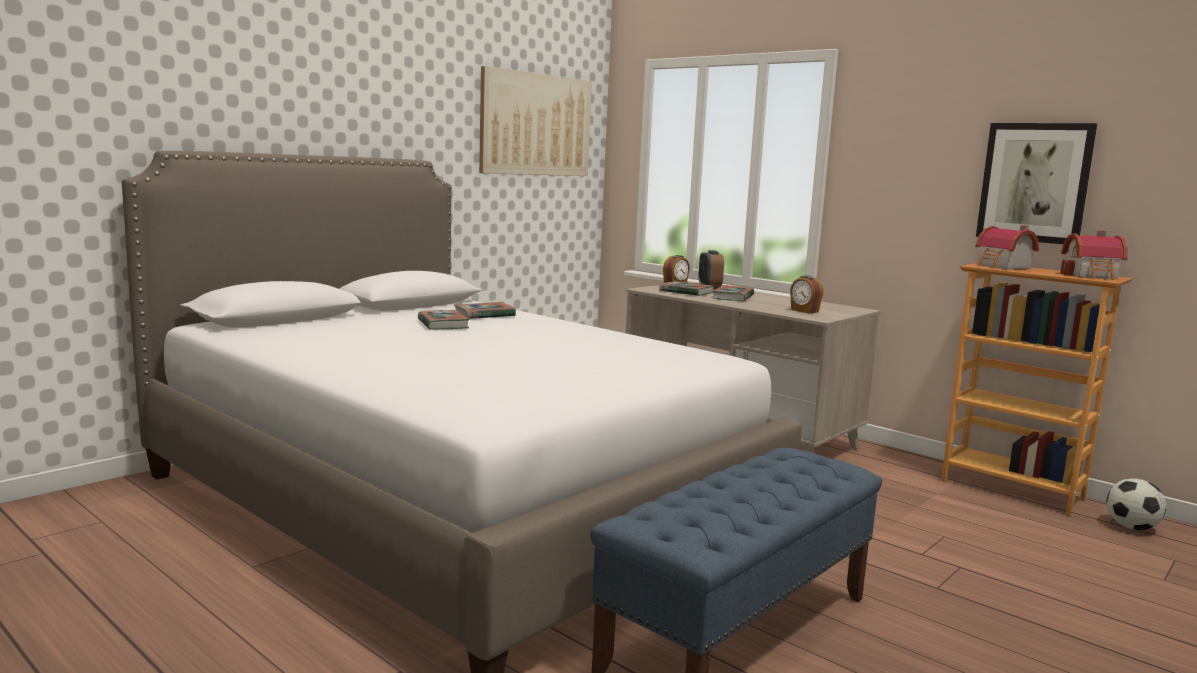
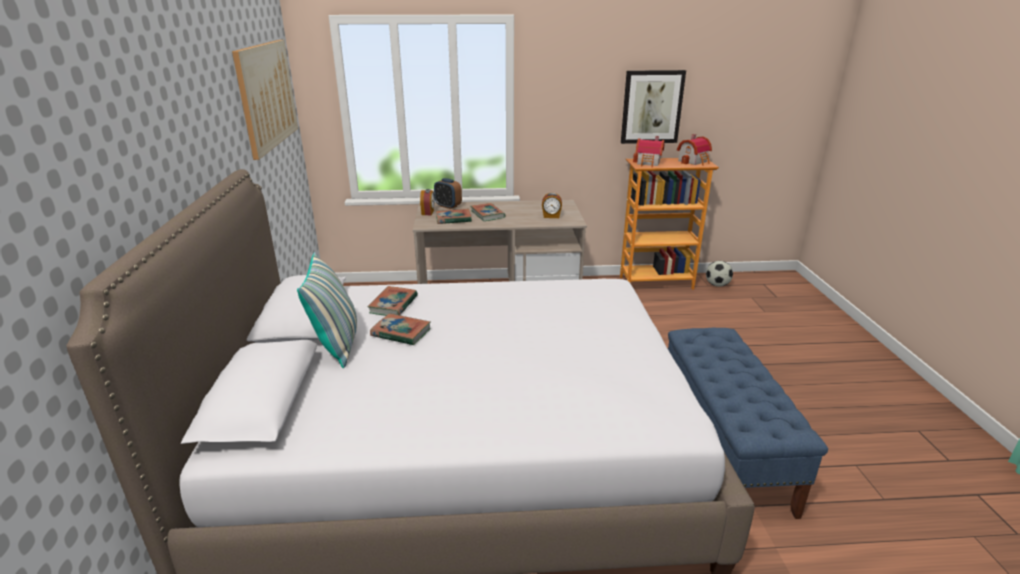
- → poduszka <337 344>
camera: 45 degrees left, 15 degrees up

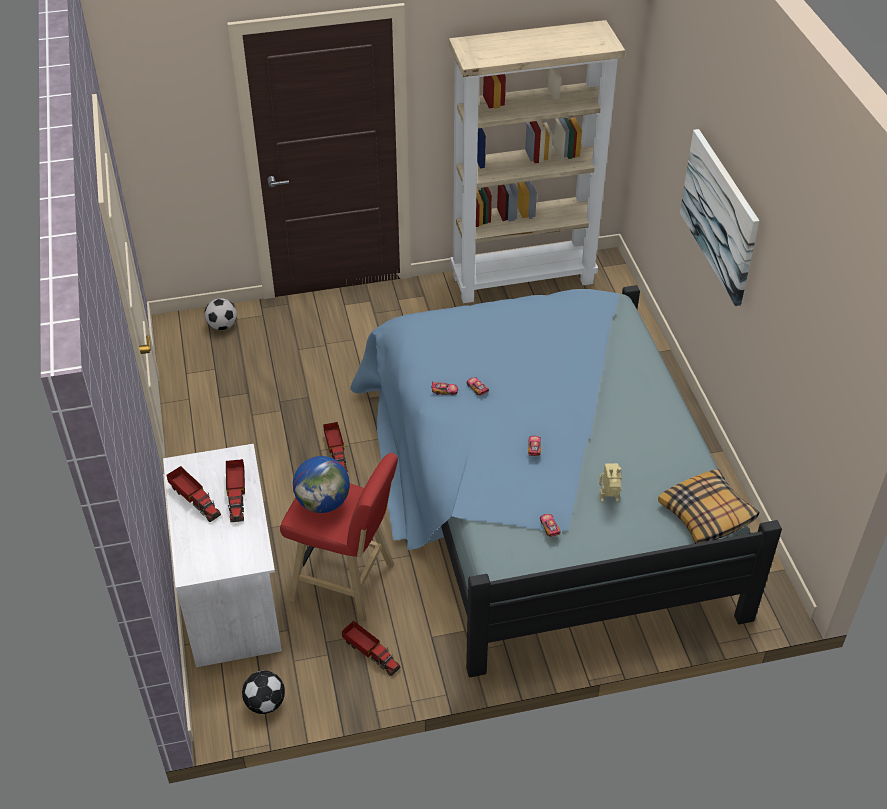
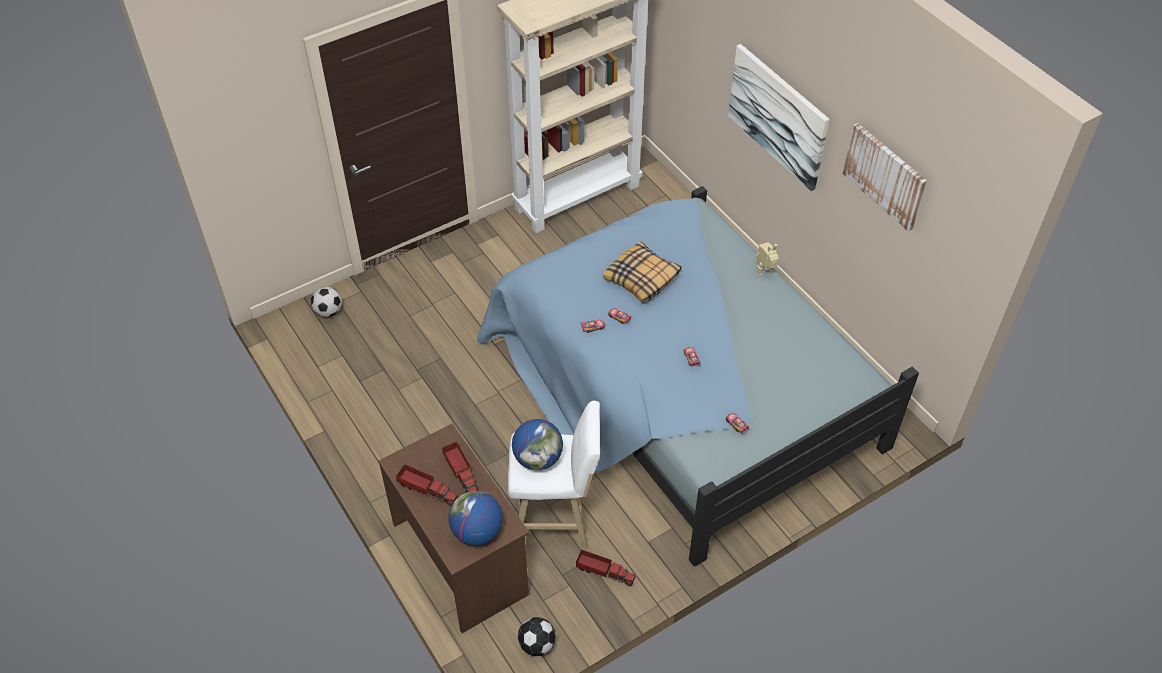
biurko (biały) <232 593> → biurko (brązowy) <461 557>
stołek (czerwony) <347 584> → stołek (biały) <556 518>
ciężarówka zabawkowa <336 452> → -
robot zabawkowy <609 500> → robot zabawkowy <765 272>, moved
poduszka <706 514> → poduszka <642 279>, moved
- → globus <477 532>
- → obraz <885 176>
camera: 20 degrees left, 5 degrees up

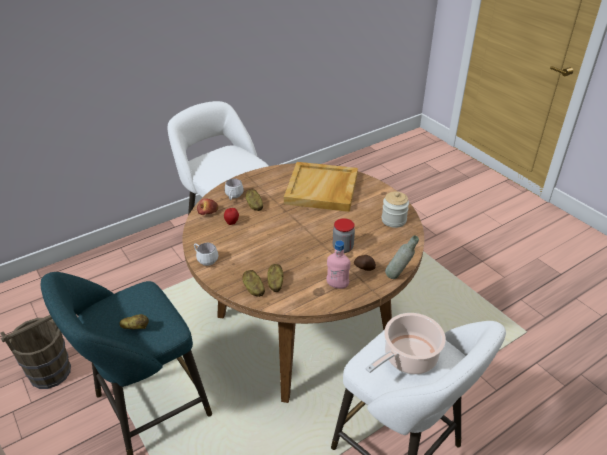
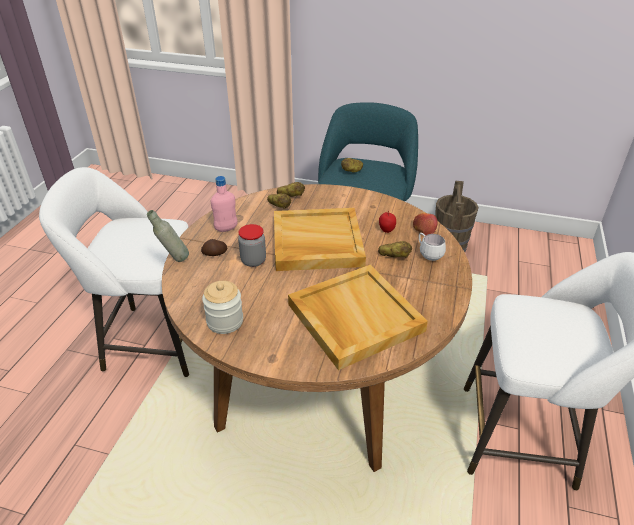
kubek (biały) <205 260> → -
garnek <408 358> → -
- → taca (beżowy) <316 243>
camera: 140 degrees right, 0 degrees up

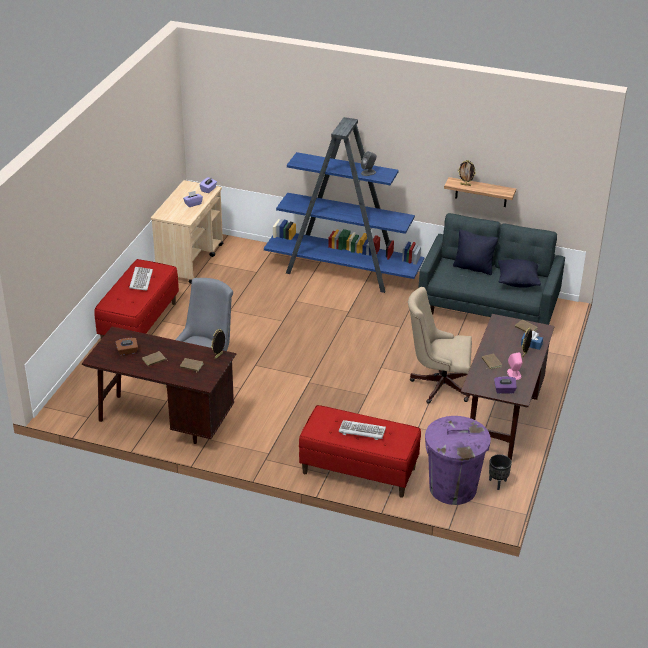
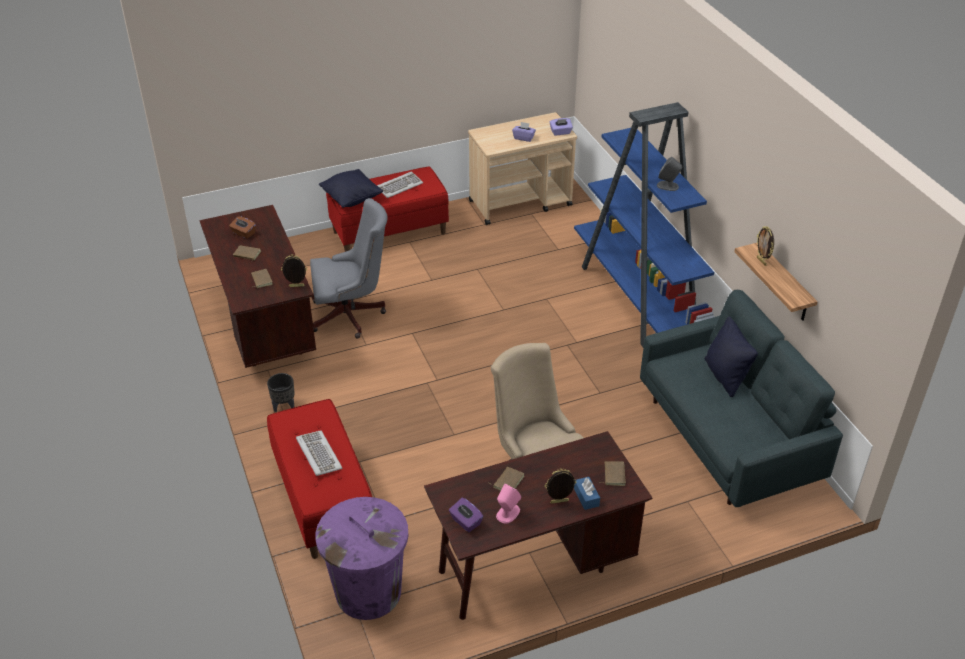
donica (czarny) <497 483> → donica (czarny) <283 406>, moved
poduszka (czarny) <518 282> → poduszka (czarny) <351 199>, moved
camera: 50 degrees right, 5 degrees up

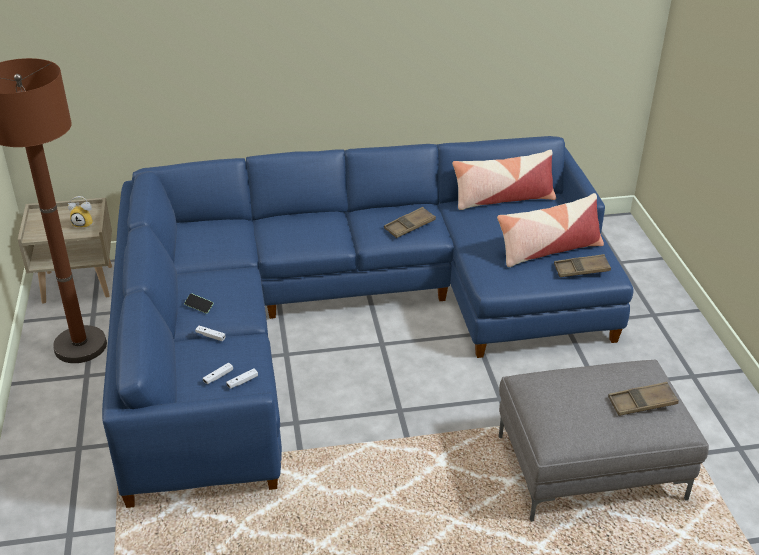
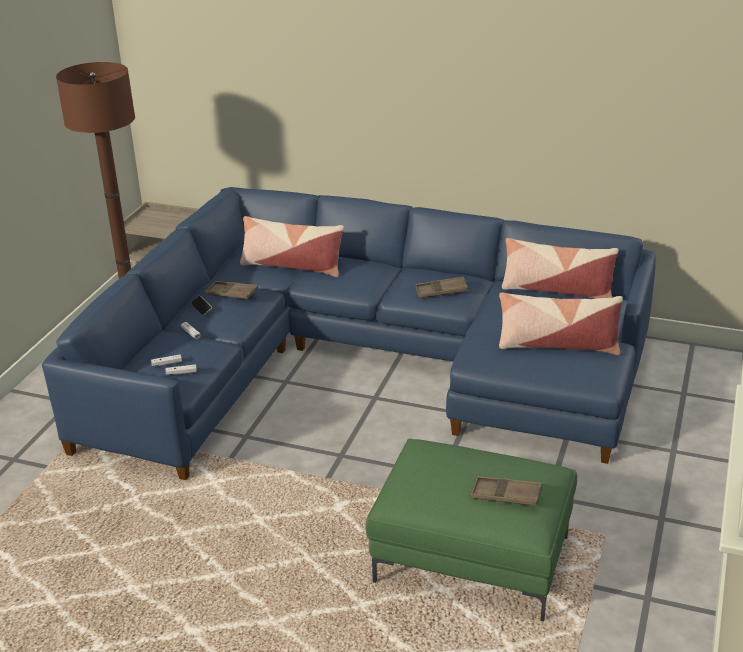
budzik <84 224> → -
pufa (szary) <590 466> → pufa (zielony) <474 559>
taca (brązowy) <581 269> → taca (brązowy) <231 293>, moved
- → poduszka <291 265>
camera: 30 degrees right, 5 degrees down

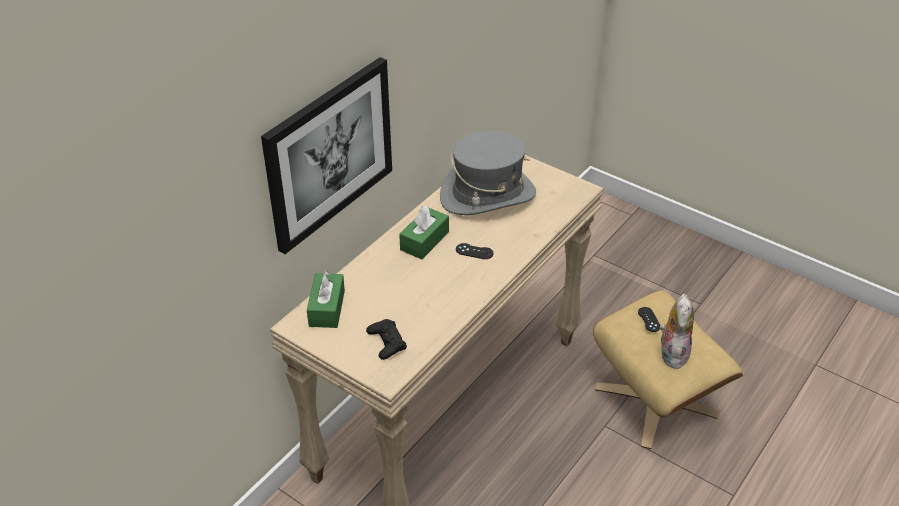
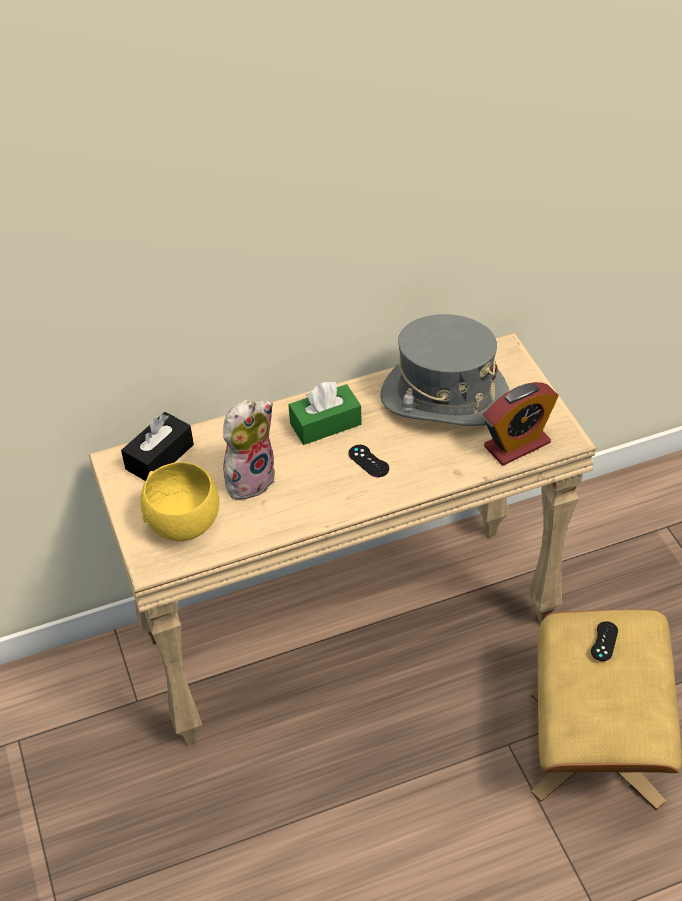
obraz <329 153> → -
pudełko chusteczek (zielony) <327 308> → pudełko chusteczek (czarny) <159 457>
pad do gier (czarny) <386 342> → miska (żółty) <184 524>
pluszak <672 353> → pluszak <250 478>, moved
- → budzik <517 445>
camera: 35 degrees right, 5 degrees up

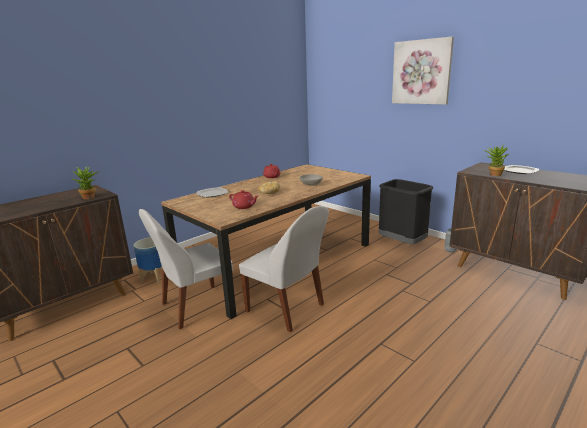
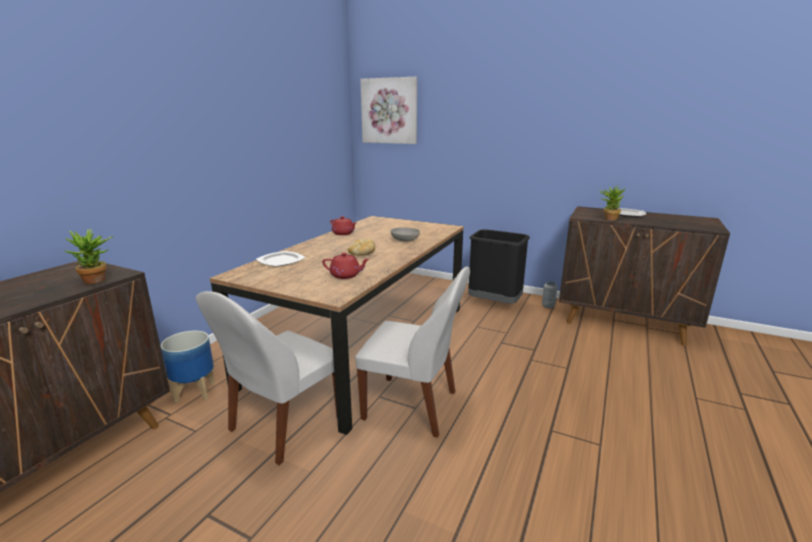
obraz <421 72> → obraz <389 111>, moved
camera: 20 degrees left, 0 degrees up

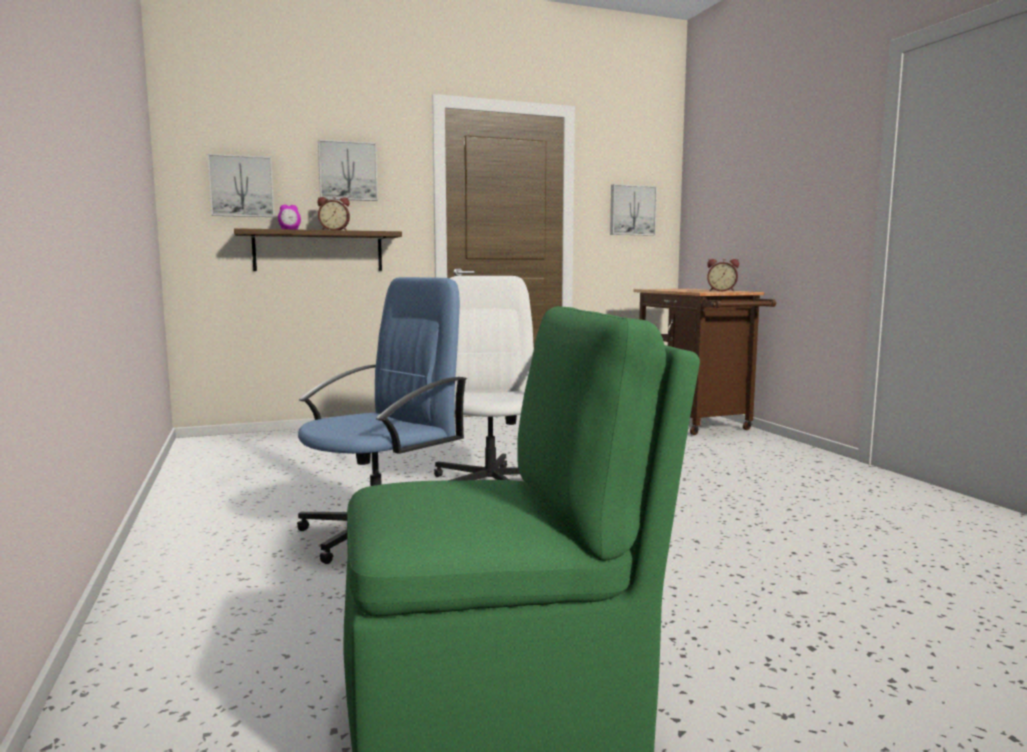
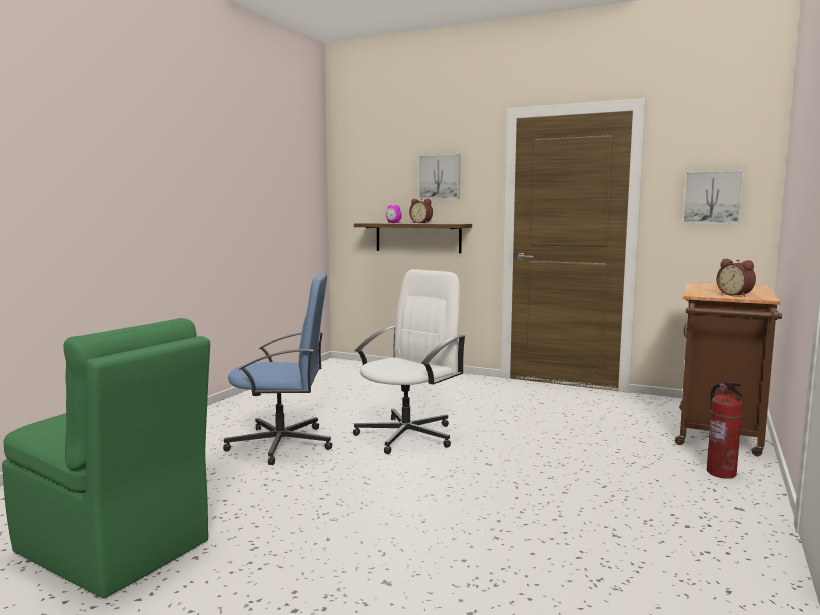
obraz <241 186> → -
- → gaśnica <721 473>
camera: 45 degrees right, 0 degrees up

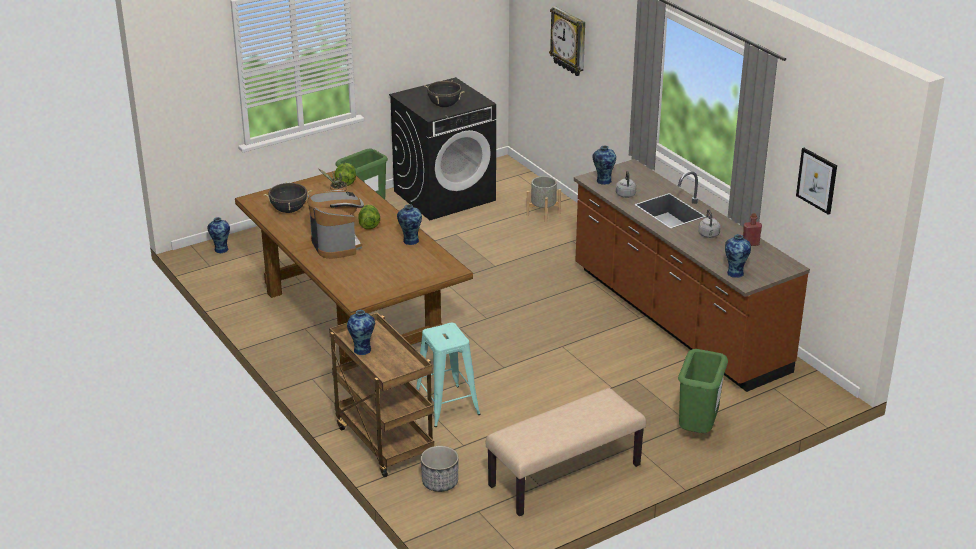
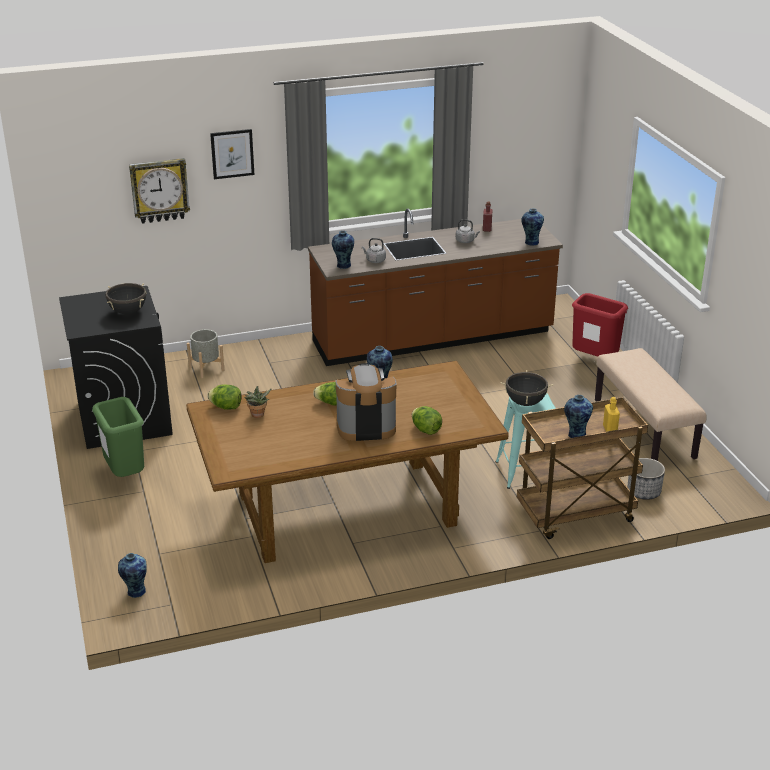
garnek (czarny) <289 210> → garnek (czarny) <525 403>, moved
kosz na śmieci (zielony) <698 430> → kosz na śmieci (czerwony) <594 360>
obraz <817 180> → obraz <232 153>, moved
- → sałata <426 430>
- → butelka (żółty) <610 429>
camera: 75 degrees left, 0 degrees up

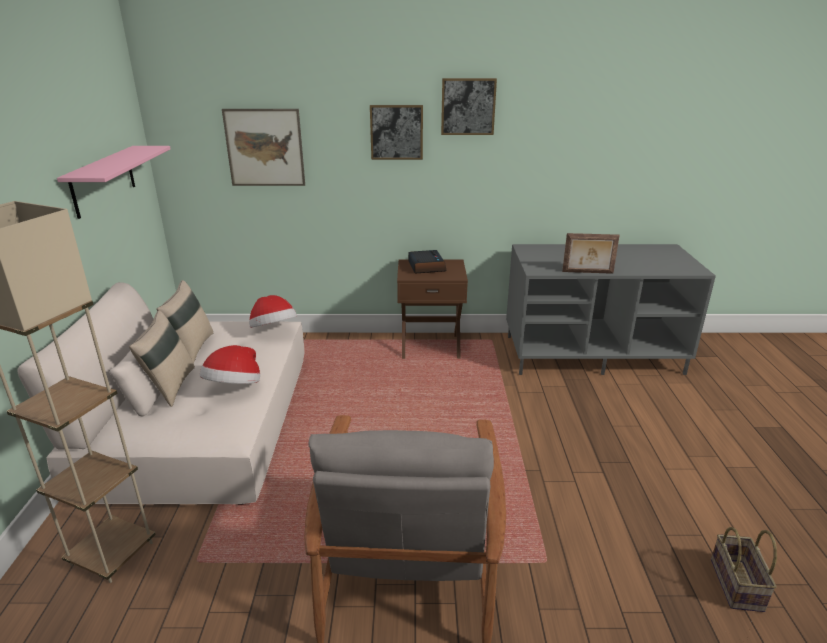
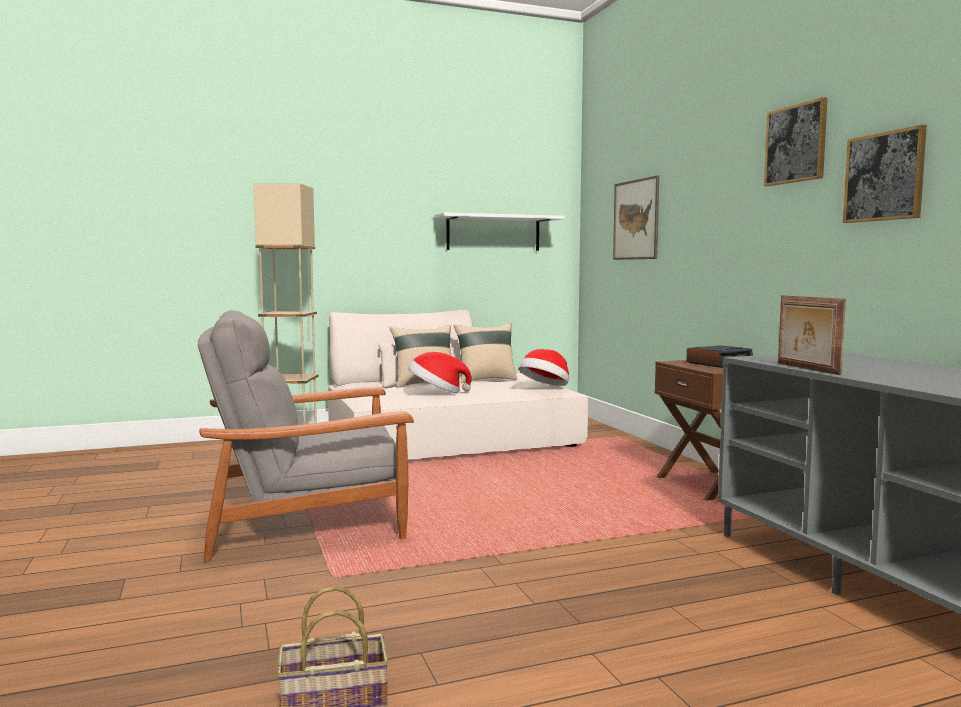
półka (różowy) <103 180> → półka (biały) <493 233>
obraz <396 132> → obraz <884 177>, moved
camera: 70 degrees right, 20 degrees down

